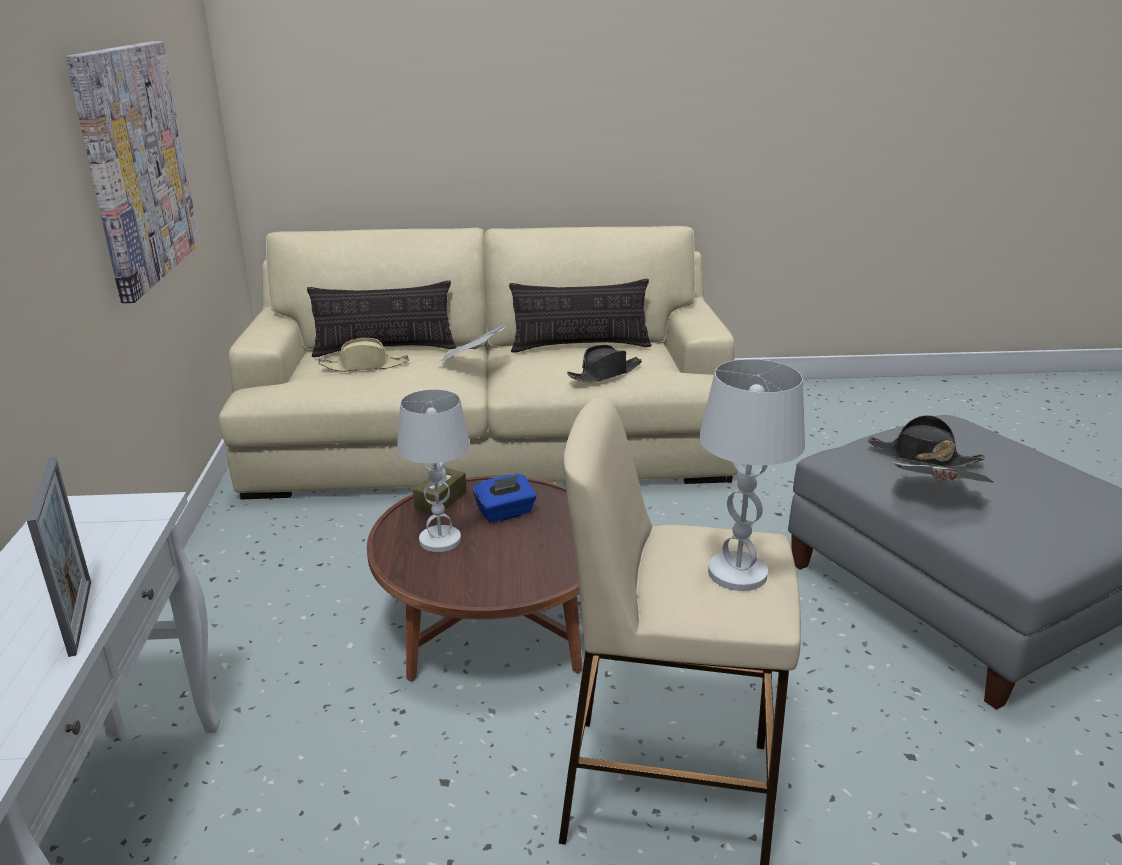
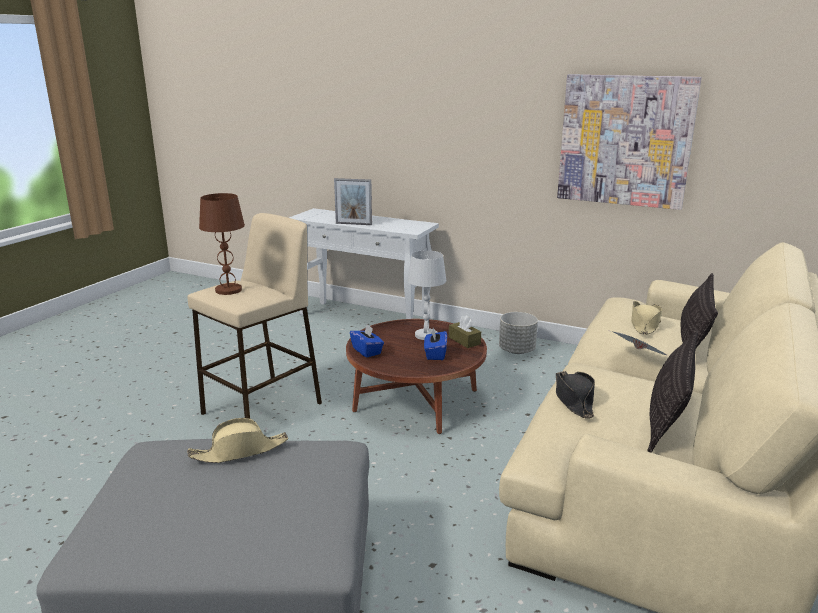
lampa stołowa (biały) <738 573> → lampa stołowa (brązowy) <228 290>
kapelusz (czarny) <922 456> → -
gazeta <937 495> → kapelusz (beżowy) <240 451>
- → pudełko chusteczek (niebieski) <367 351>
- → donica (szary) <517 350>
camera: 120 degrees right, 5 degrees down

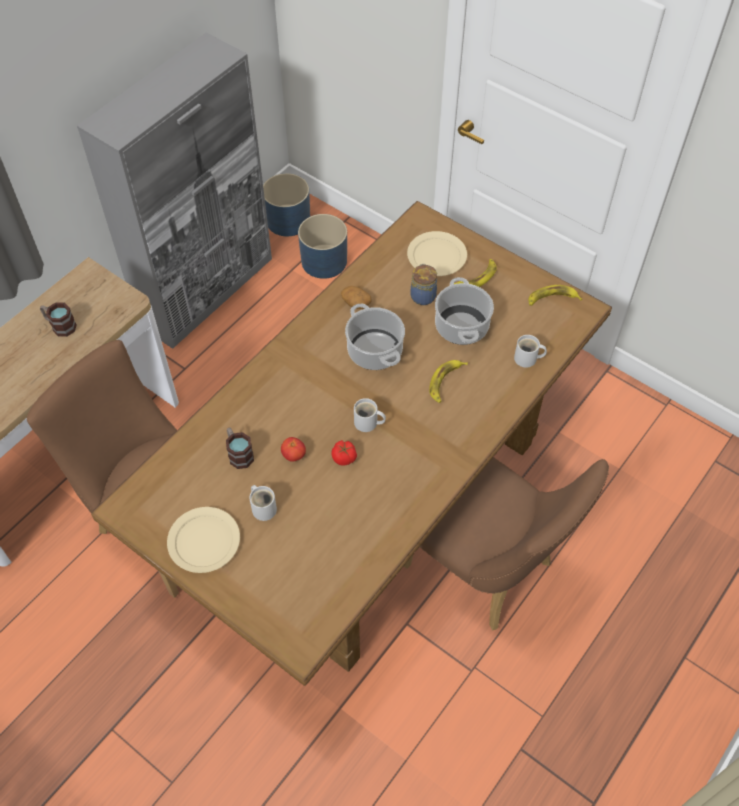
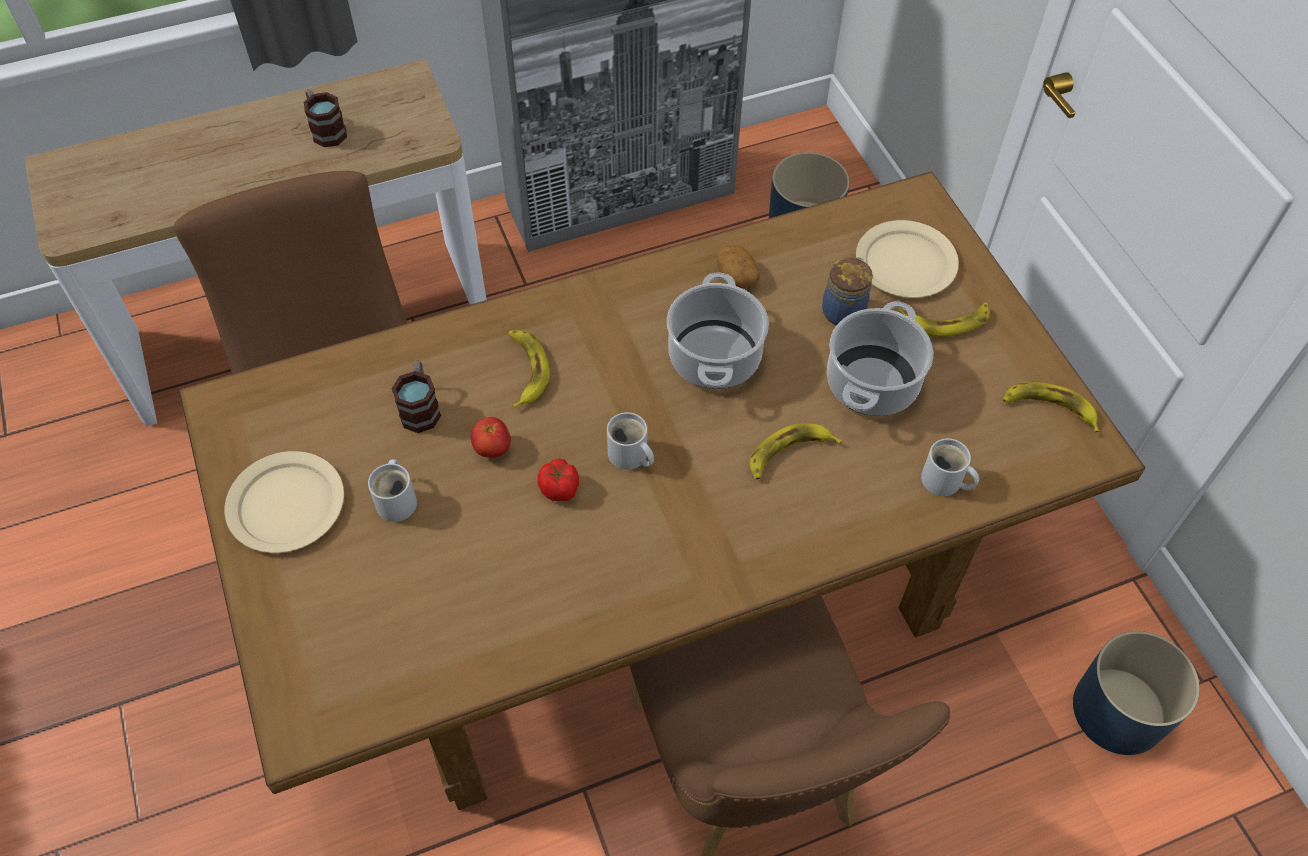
donica (niebieski) <288 220> → donica (niebieski) <1119 711>, moved
- → banan <525 370>
camera: 30 degrees right, 0 degrees up

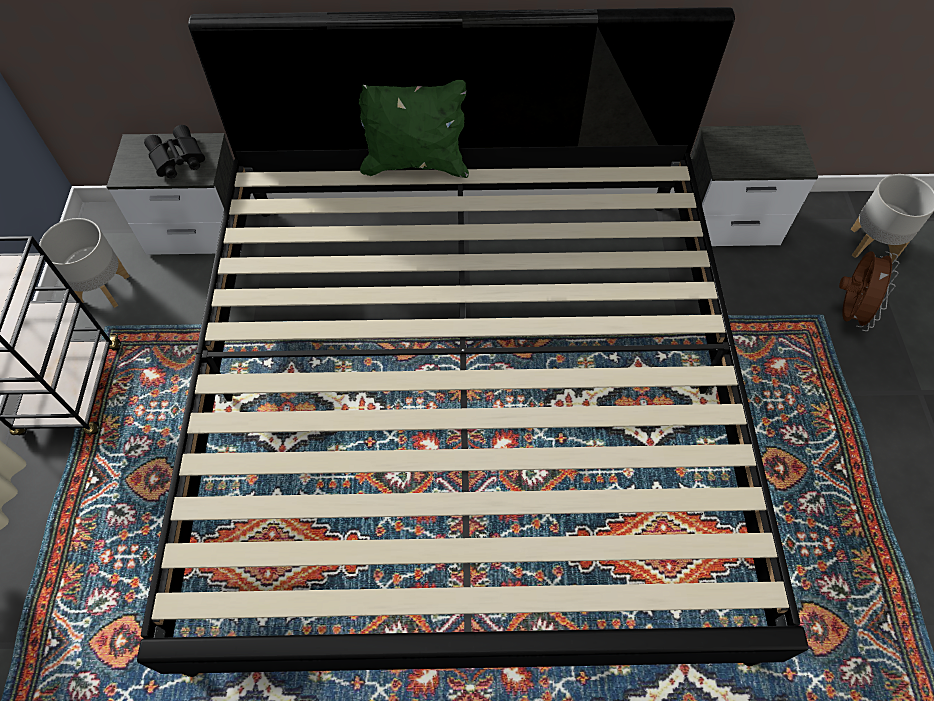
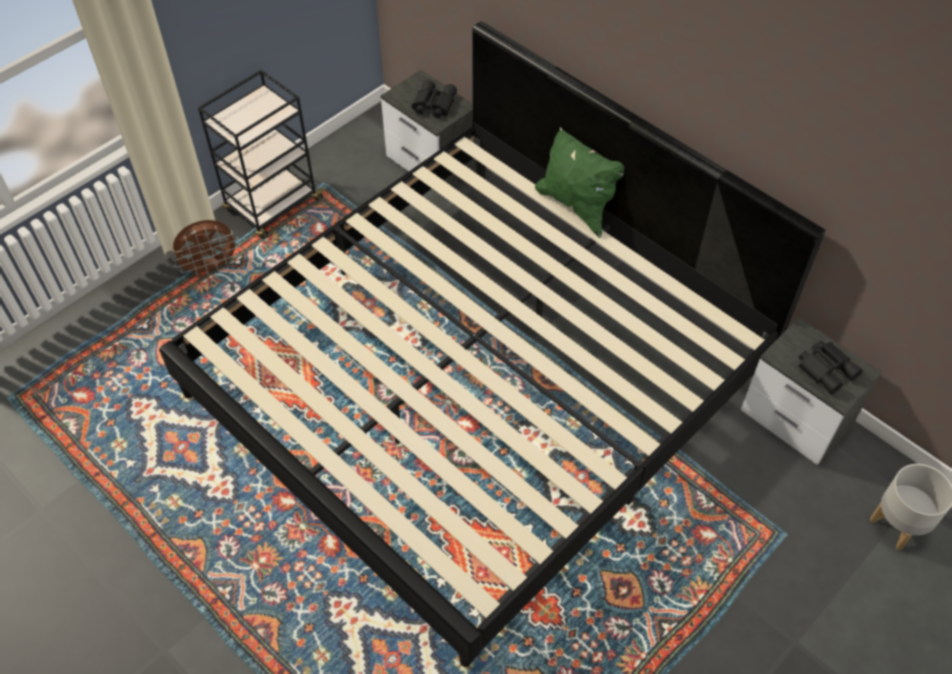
donica (szary) <103 288> → -
wentylator (brązowy) <848 311> → wentylator (brązowy) <211 267>, moved
- → lornetka (czarny) <826 368>
camera: 45 degrees right, 5 degrees down

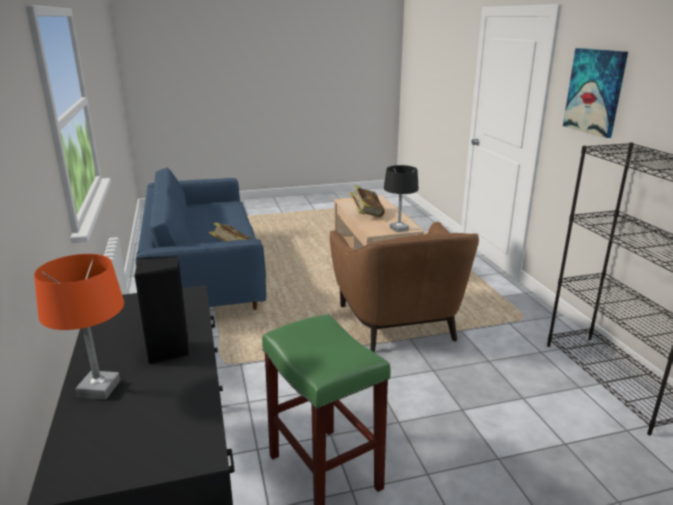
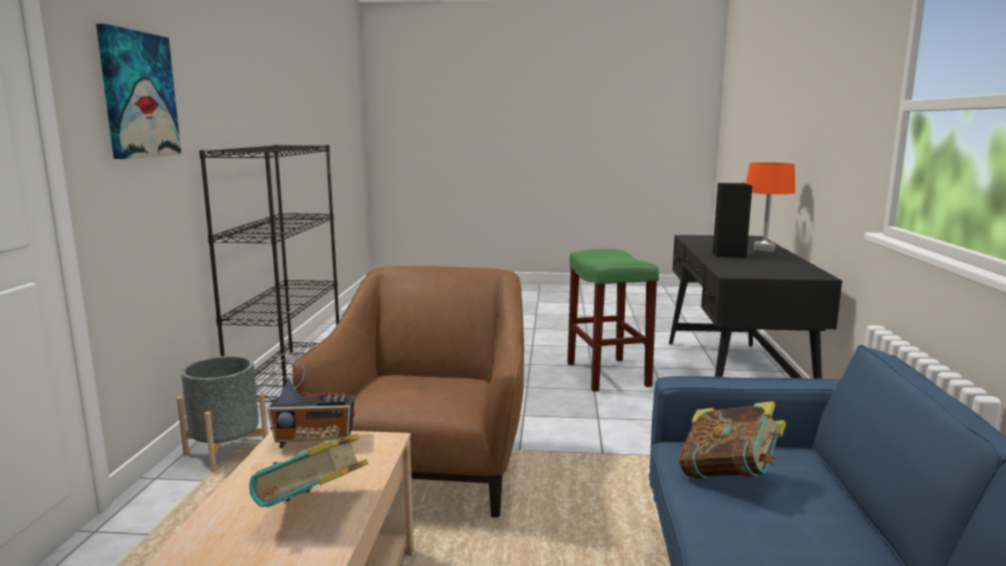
lampa stołowa (czarny) <398 229> → radio <315 441>
- → donica (szary) <226 452>
camera: 160 degrees left, 10 degrees down

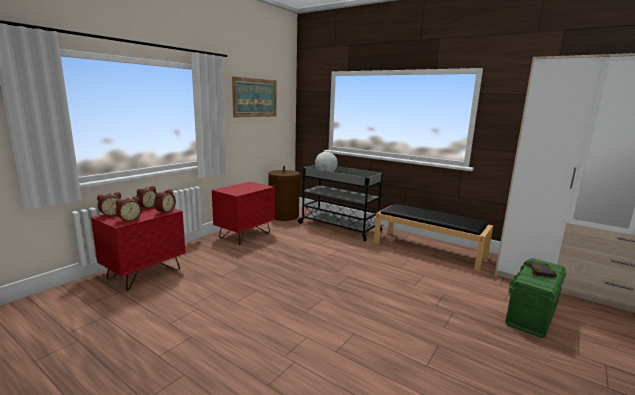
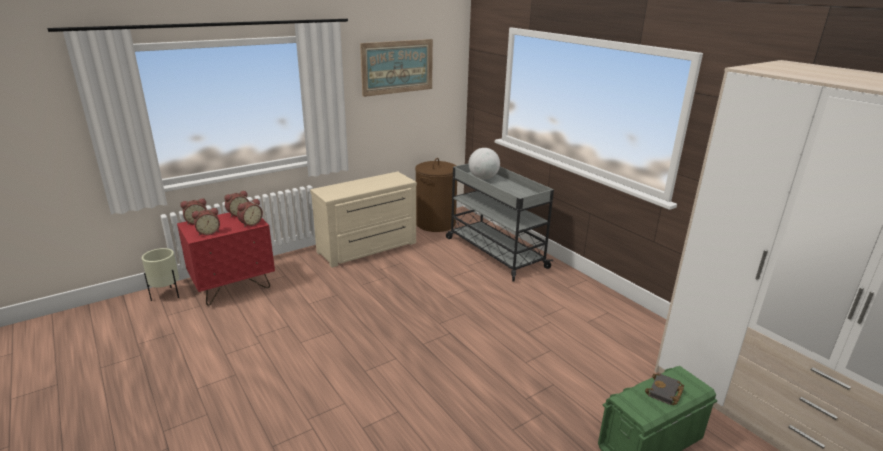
szafka nocna (czerwony) <245 235> → komoda (beżowy) <368 248>
ławka (czarny) <429 249> → -
- → donica (beżowy) <167 295>
camera: 20 degrees right, 10 degrees up

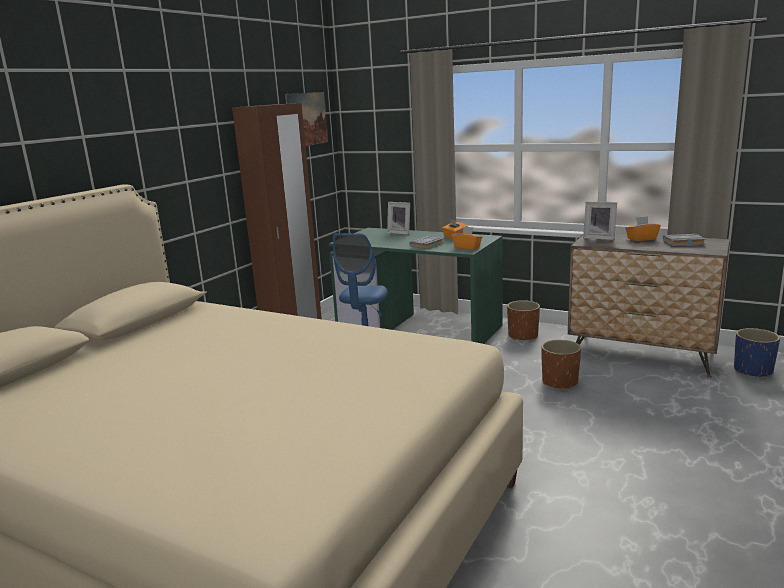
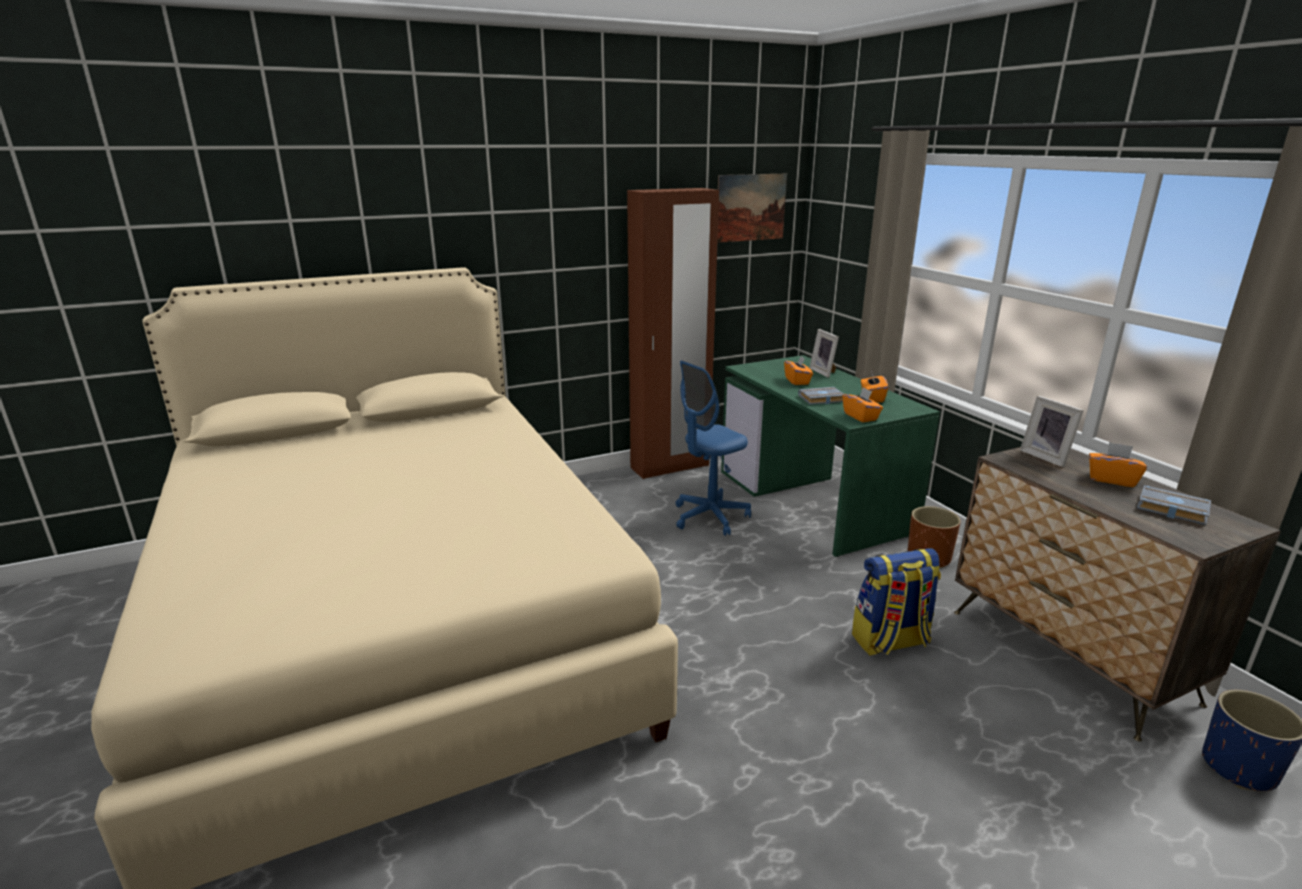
donica (brązowy) <560 382> → plecak <890 642>
- → pudełko chusteczek (pomarańczowy) <797 381>
camera: 35 degrees right, 5 degrees up

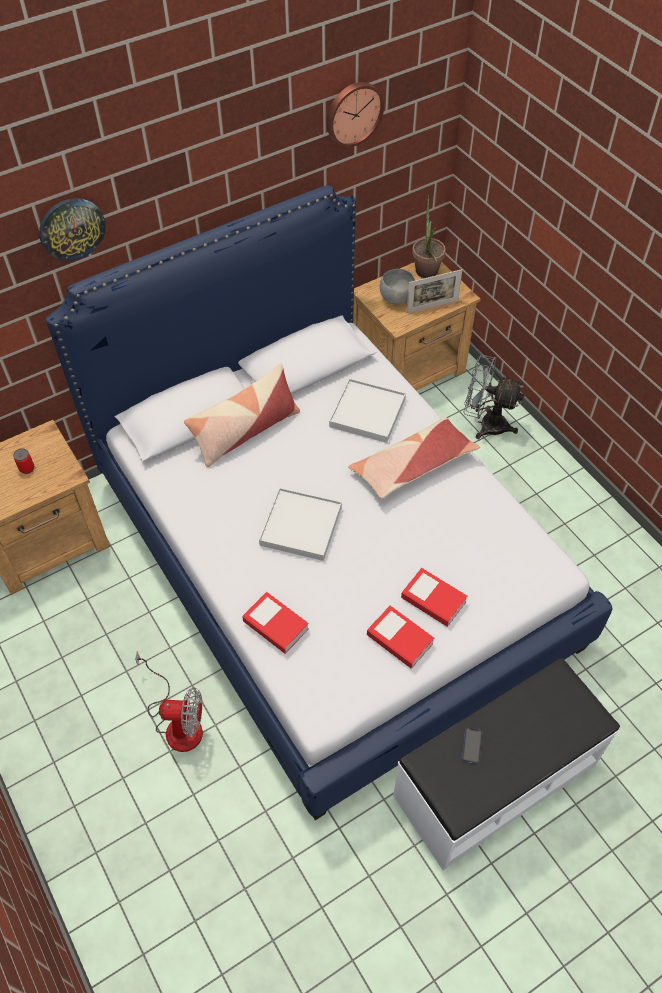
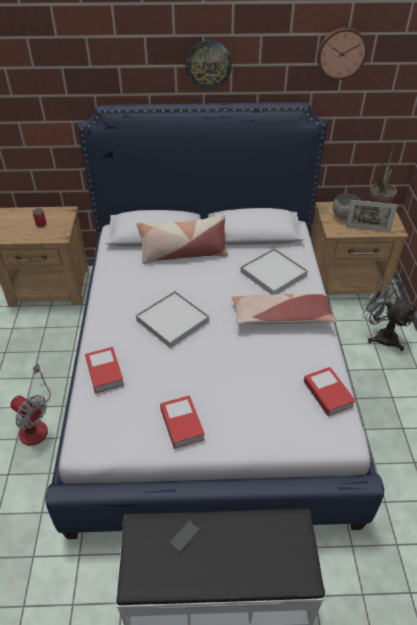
zegar ścienny <72 228> → zegar ścienny <208 64>, moved
książka <433 600> → książka <328 394>, moved
camera: 30 degrees right, 10 degrees down

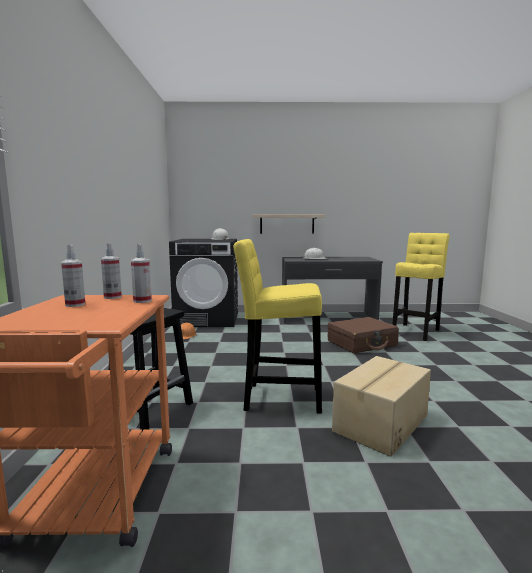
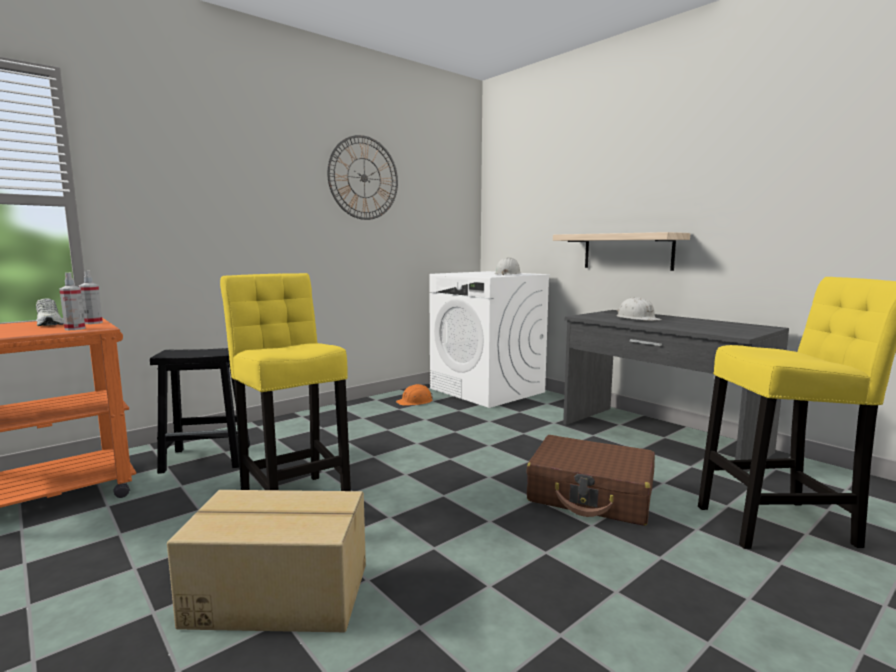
spryskiwacz <75 304> → but (biały) <50 324>
pralka (czarny) <208 319> → pralka (biały) <487 390>
- → zegar ścienny <364 178>
camera: 50 degrees right, 0 degrees up

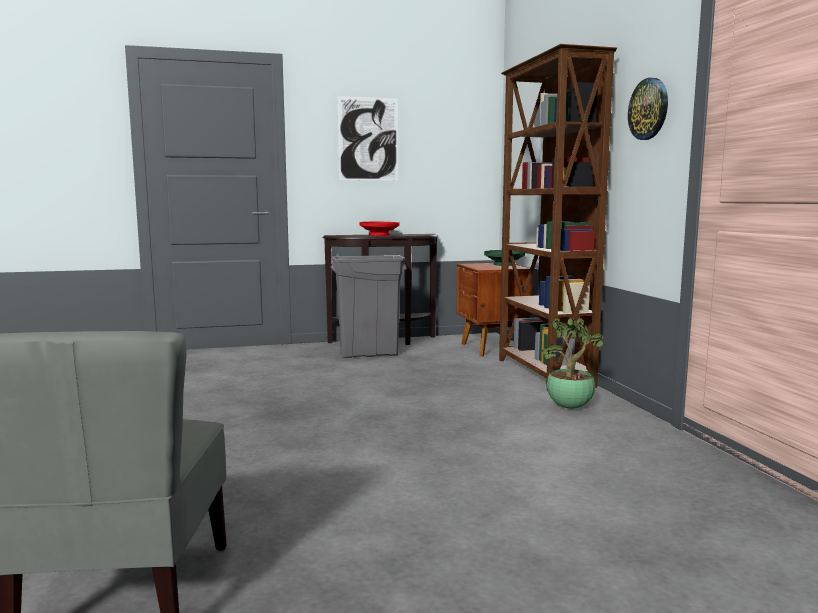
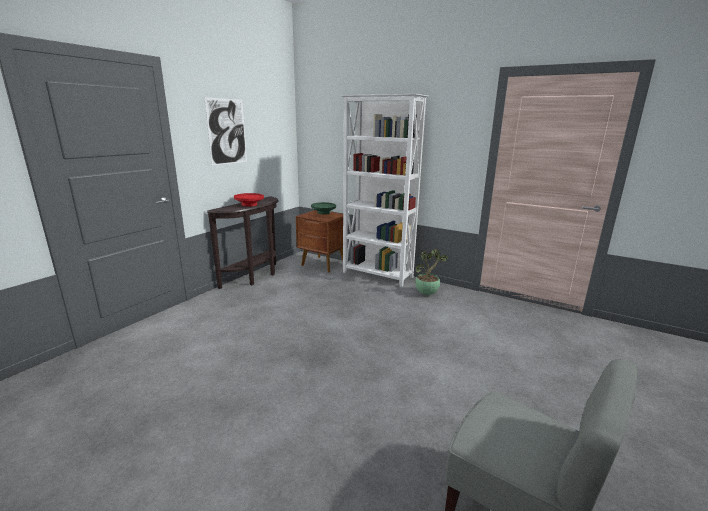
kosz na śmieci (szary) <369 354> → -
regał (brązowy) <543 373> → regał (biały) <377 275>
zegar ścienny <648 109> → -
camera: 45 degrees left, 10 degrees up

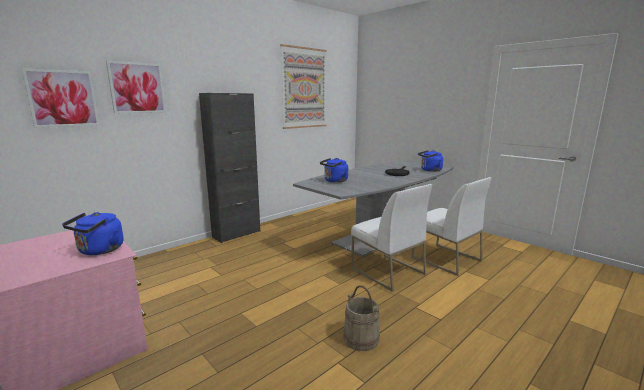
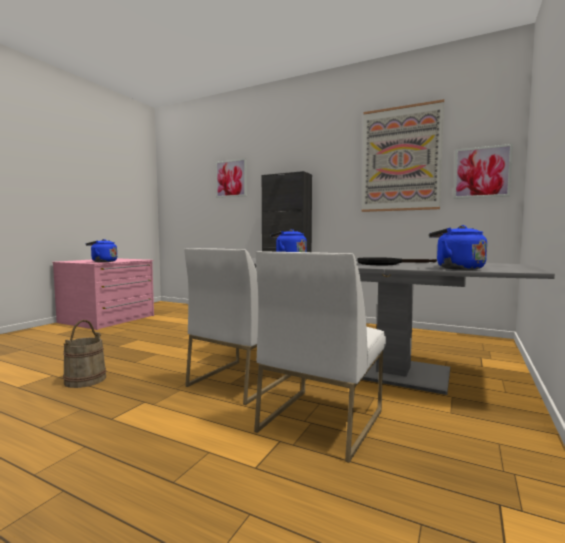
obraz <63 98> → obraz <481 172>, moved
camera: 70 degrees right, 10 degrees down

